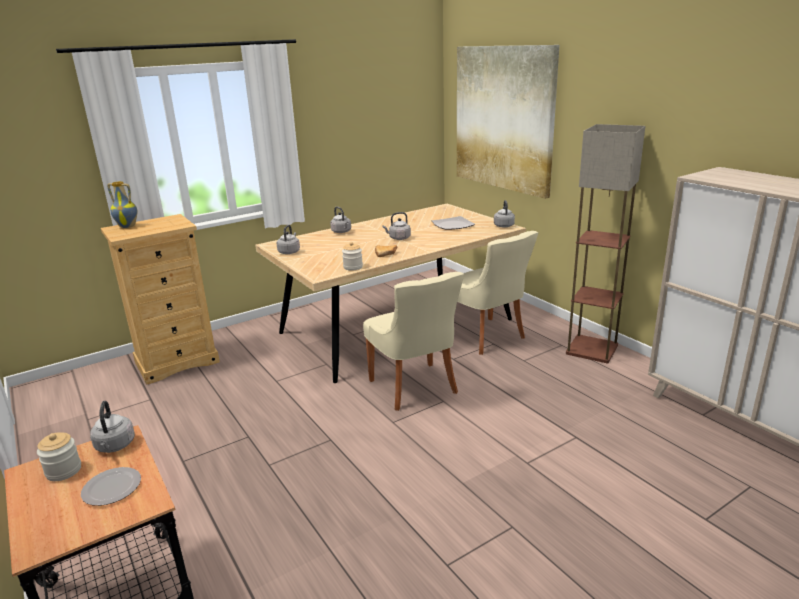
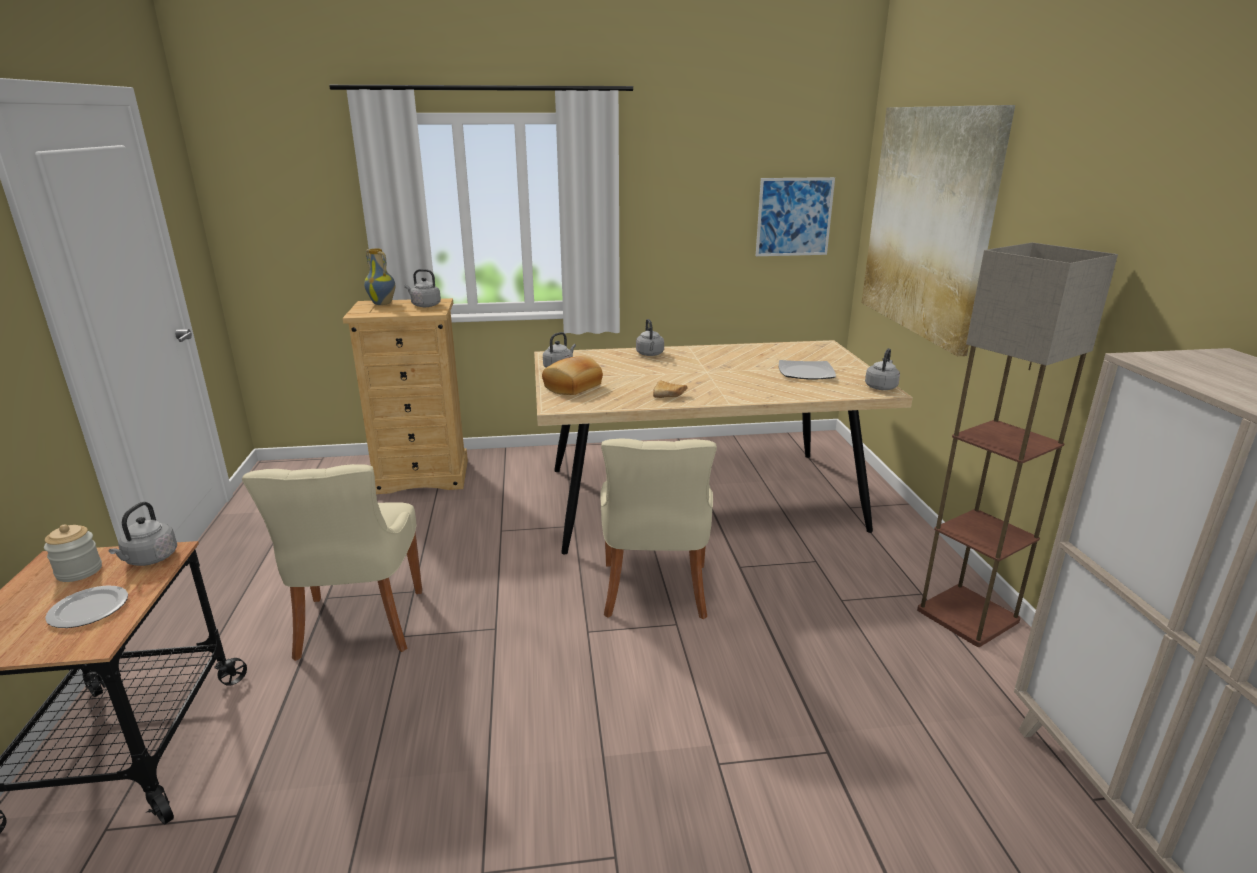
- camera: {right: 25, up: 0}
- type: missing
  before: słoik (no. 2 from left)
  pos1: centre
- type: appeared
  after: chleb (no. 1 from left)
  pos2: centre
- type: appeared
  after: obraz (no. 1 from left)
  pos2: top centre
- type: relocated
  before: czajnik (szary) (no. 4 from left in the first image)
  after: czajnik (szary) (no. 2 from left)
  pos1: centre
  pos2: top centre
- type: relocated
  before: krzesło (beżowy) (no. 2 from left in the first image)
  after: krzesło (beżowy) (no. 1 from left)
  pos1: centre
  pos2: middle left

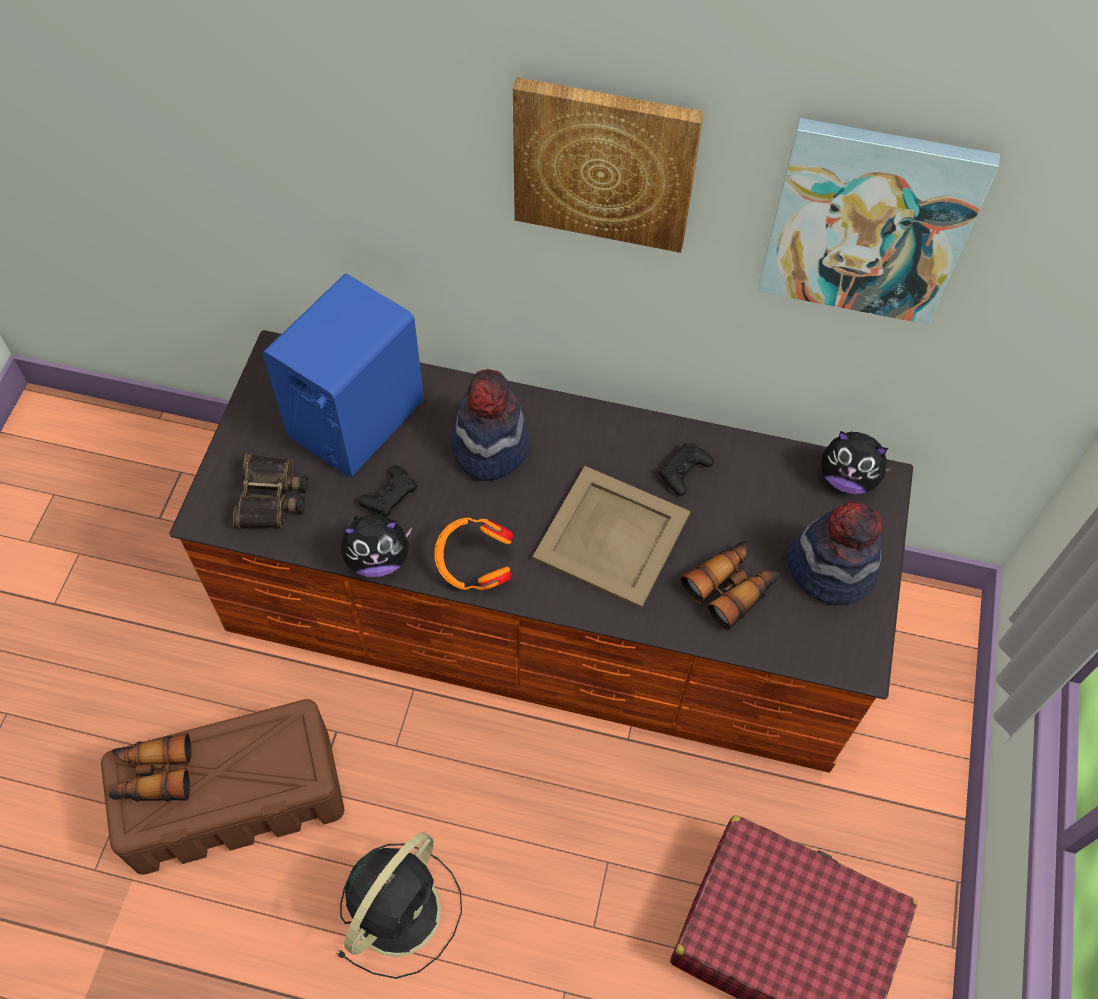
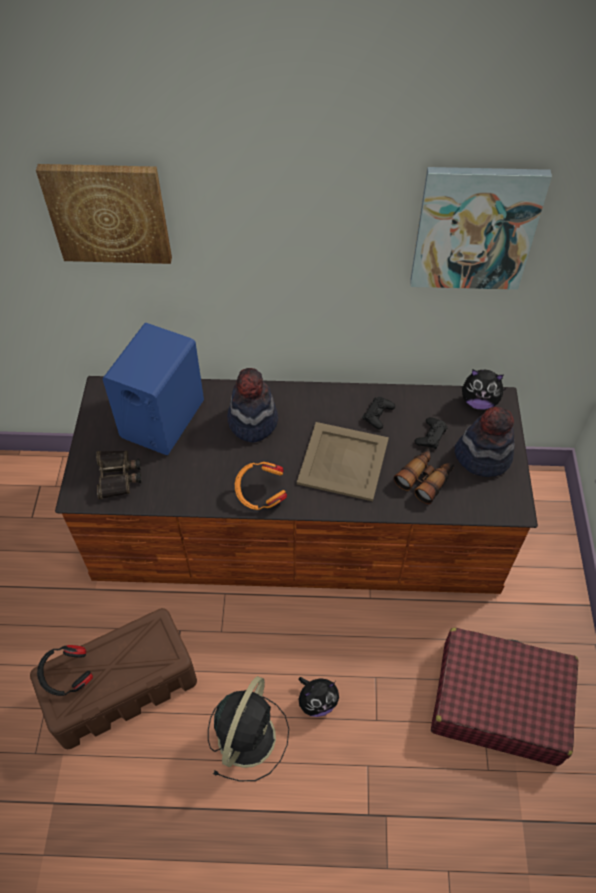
- camera: {right: -10, up: -5}
- type: relocated
  before: pluszak (no. 1 from left)
  pos1: centre
  pos2: bottom centre
- type: relocated
  before: pad do gier (czarny) (no. 1 from left in the first image)
  after: pad do gier (czarny) (no. 2 from left)
  pos1: centre
  pos2: middle right
- type: relocated
  before: obraz (no. 1 from left)
  pos1: top centre
  pos2: top left
- type: exchanged
  before: lornetka (no. 1 from left)
  after: słuchawki (czarny)
  pos1: bottom left
  pos2: bottom left

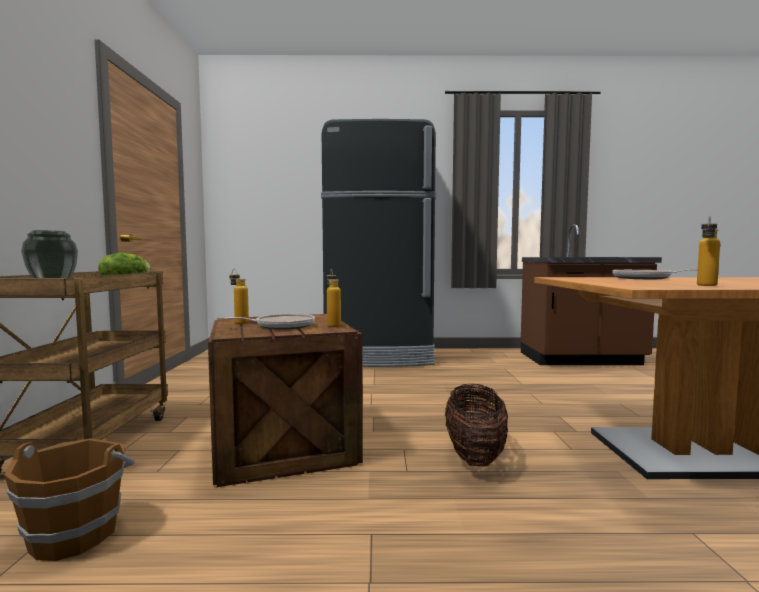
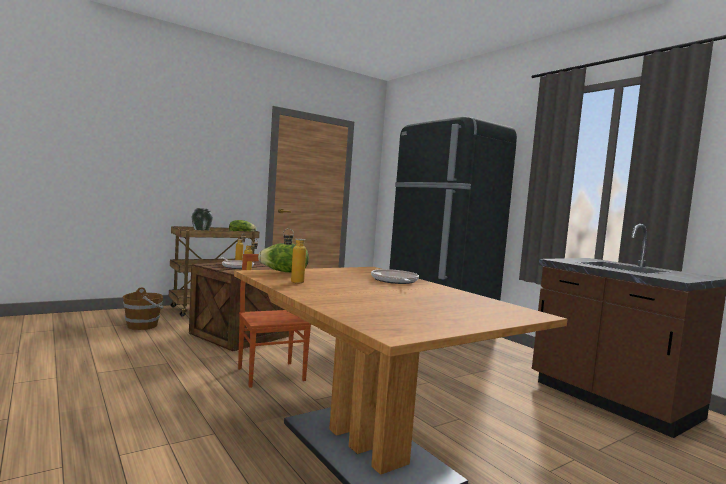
- camera: {right: 55, up: 0}
- type: appeared
  after: sałata (no. 2 from left)
  pos2: centre
- type: exchanged
  before: koszyk
  after: krzesło (brązowy)
  pos1: bottom centre
  pos2: centre

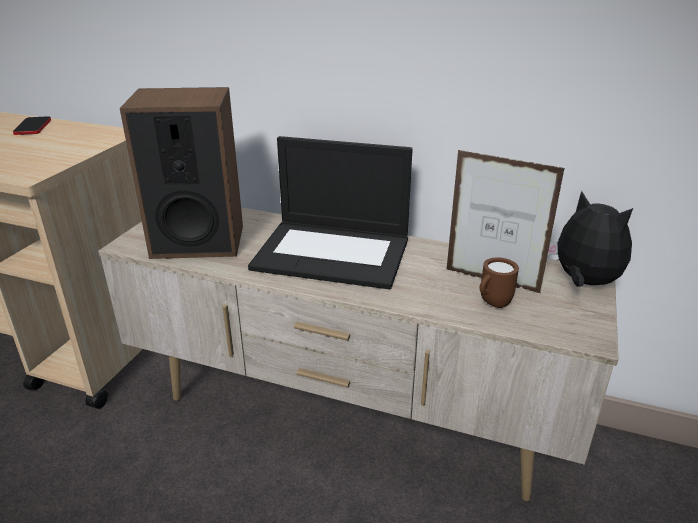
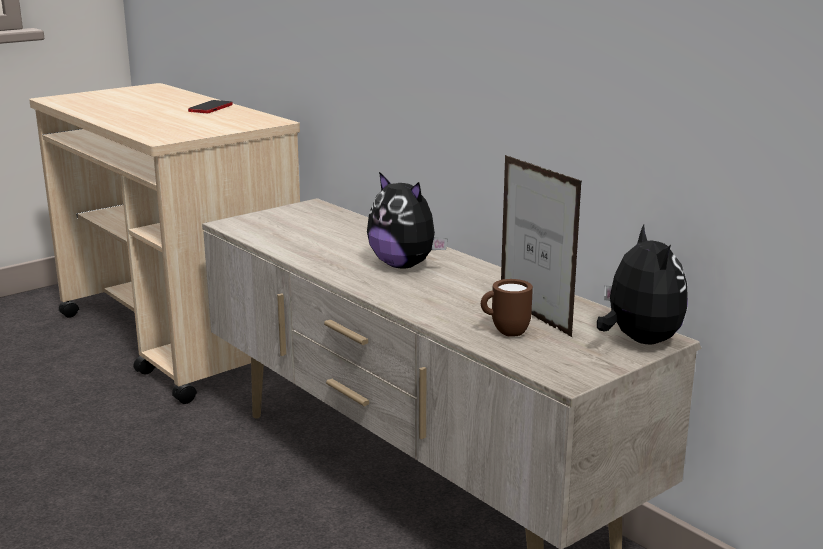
- camera: {right: 30, up: -10}
- type: missing
  before: głośnik
  pos1: top left
- type: exchanged
  before: laptop
  after: pluszak (no. 1 from left)
  pos1: centre
  pos2: centre

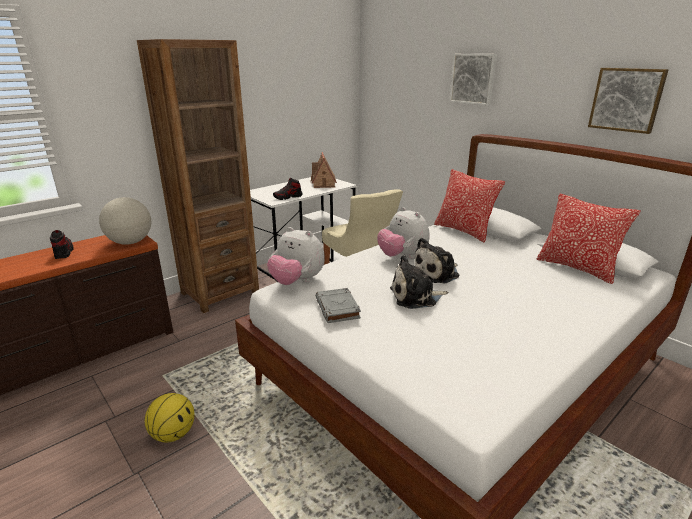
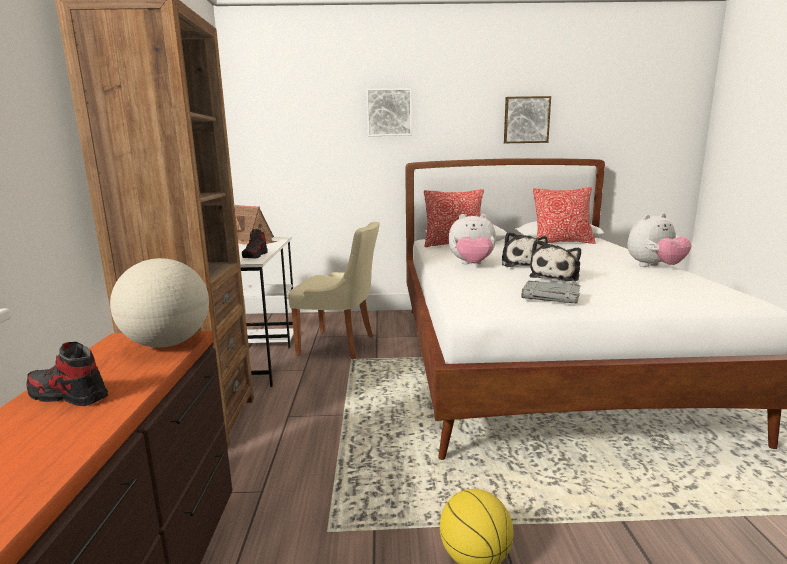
- camera: {right: -50, up: -10}
- type: relocated
  before: pluszak (no. 1 from left in the first image)
  after: pluszak (no. 4 from left)
  pos1: centre
  pos2: middle right

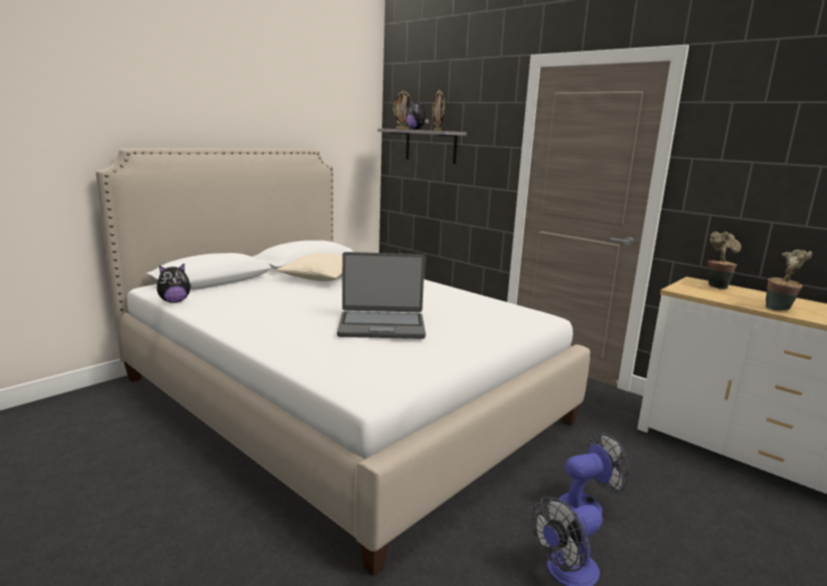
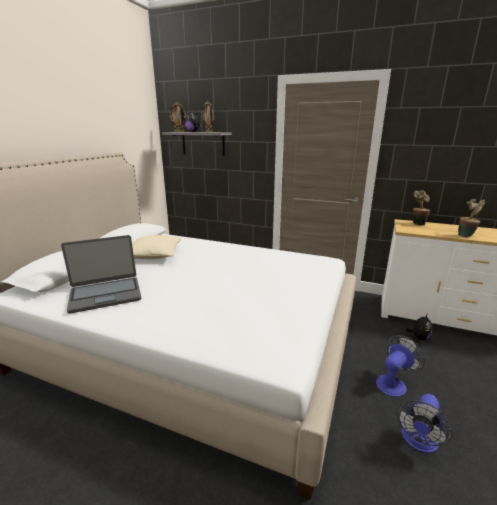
- camera: {right: -20, up: 5}
- type: relocated
  before: pluszak (no. 1 from left in the first image)
  after: pluszak (no. 2 from left)
  pos1: middle left
  pos2: middle right
- type: relocated
  before: laptop
  pos1: centre
  pos2: middle left

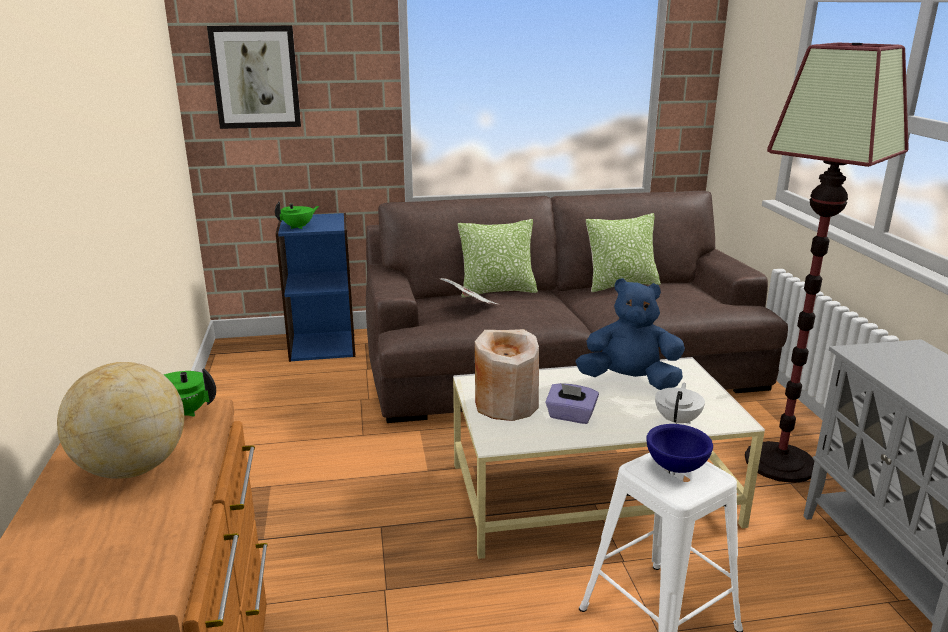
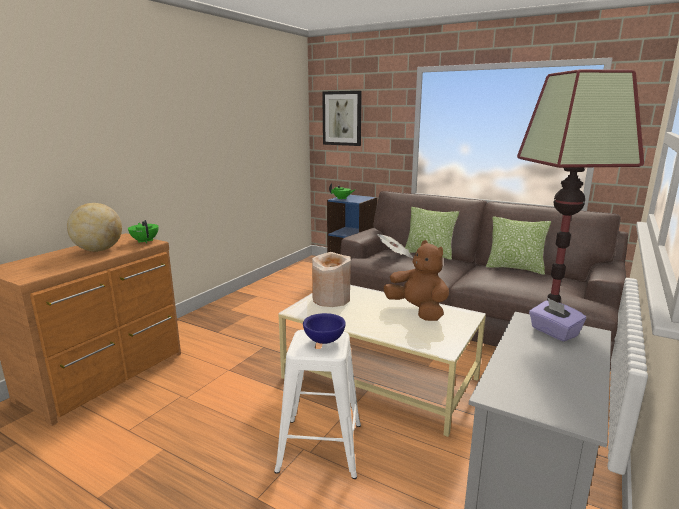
- camera: {right: 40, up: -5}
- type: missing
  before: imbryk (biały)
  pos1: middle right
- type: relocated
  before: pudełko chusteczek (fioletowy)
  pos1: centre
  pos2: middle right
- type: colour
  before: pluszak (niebieski)
  after: pluszak (brązowy)
  pos1: centre
  pos2: centre

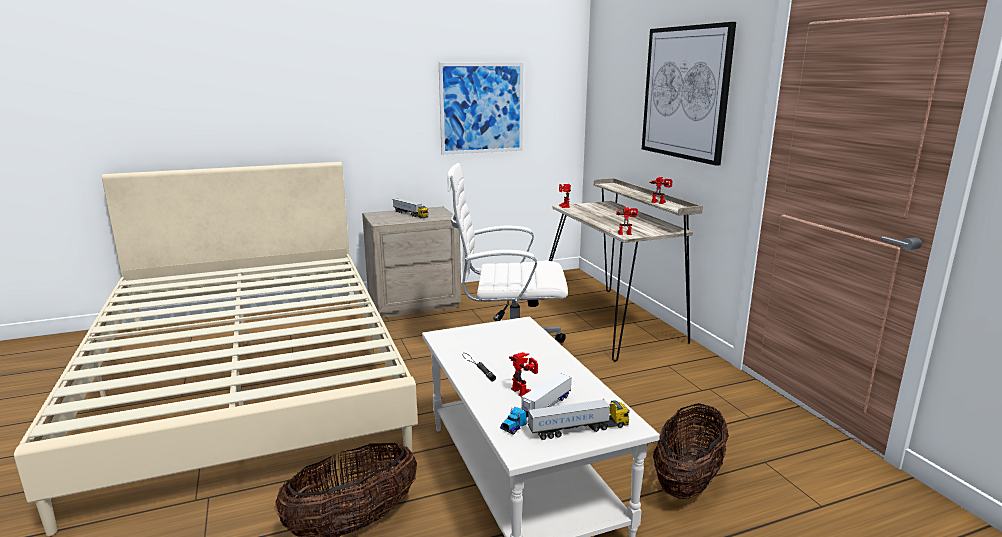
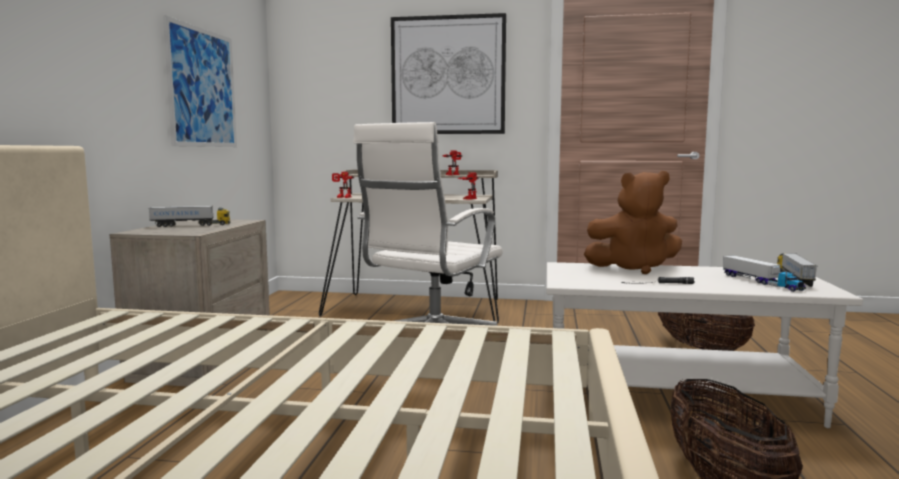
- camera: {right: -60, up: -10}
- type: missing
  before: robot zabawkowy (no. 1 from left)
  pos1: bottom centre
- type: appeared
  after: pluszak (brązowy)
  pos2: middle right

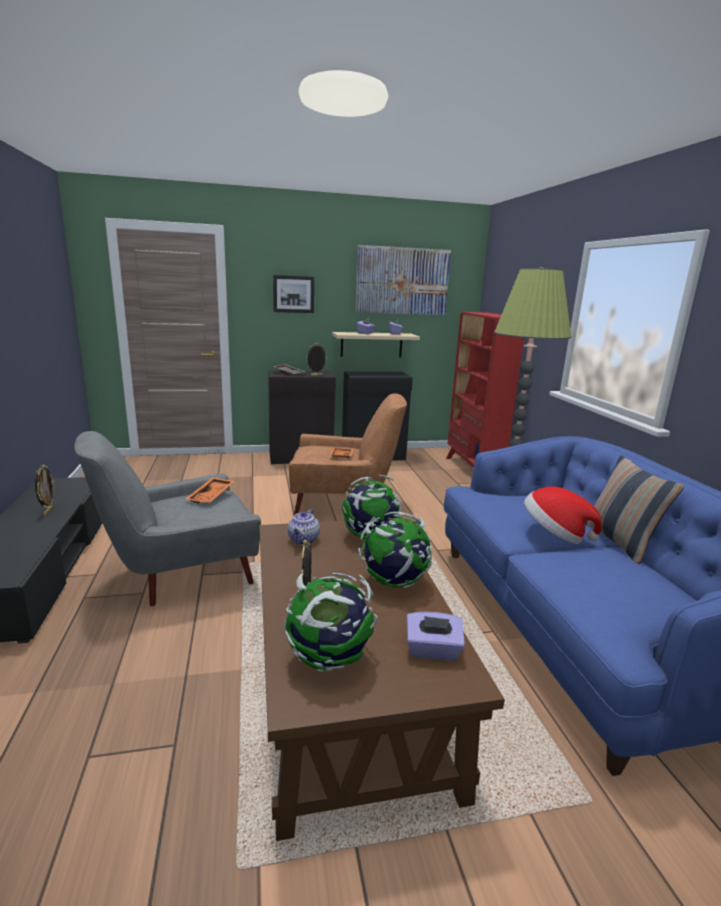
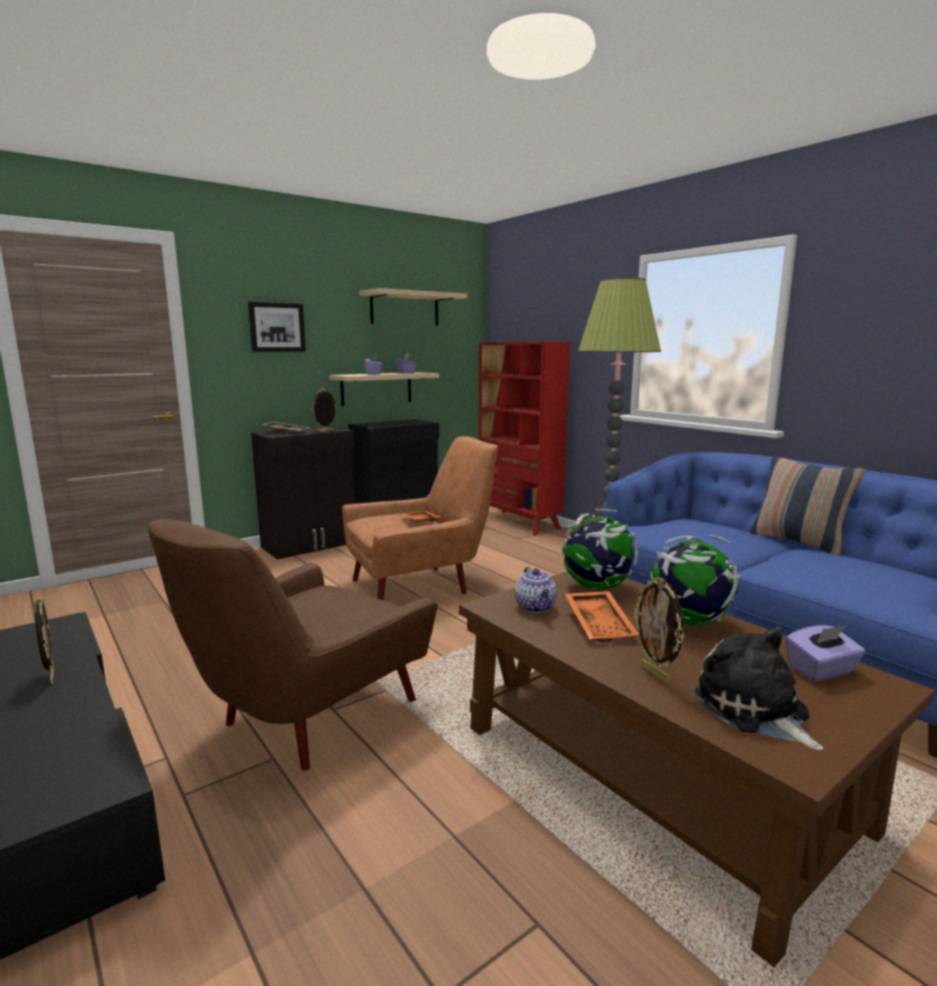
- camera: {right: -25, up: -5}
- type: missing
  before: kapelusz
  pos1: middle right
- type: relocated
  before: taca (pomarańczowy) (no. 1 from left in the first image)
  after: taca (pomarańczowy) (no. 2 from left)
  pos1: middle left
  pos2: centre
- type: exchanged
  before: globus (no. 1 from left)
  after: pluszak
  pos1: bottom centre
  pos2: bottom right
- type: exchanged
  before: obraz (no. 2 from left)
  after: półka (beżowy) (no. 2 from left)
  pos1: top centre
  pos2: top centre
- type: colour
  before: fotel (szary)
  after: fotel (brązowy) (no. 1 from left)
  pos1: middle left
  pos2: middle left

